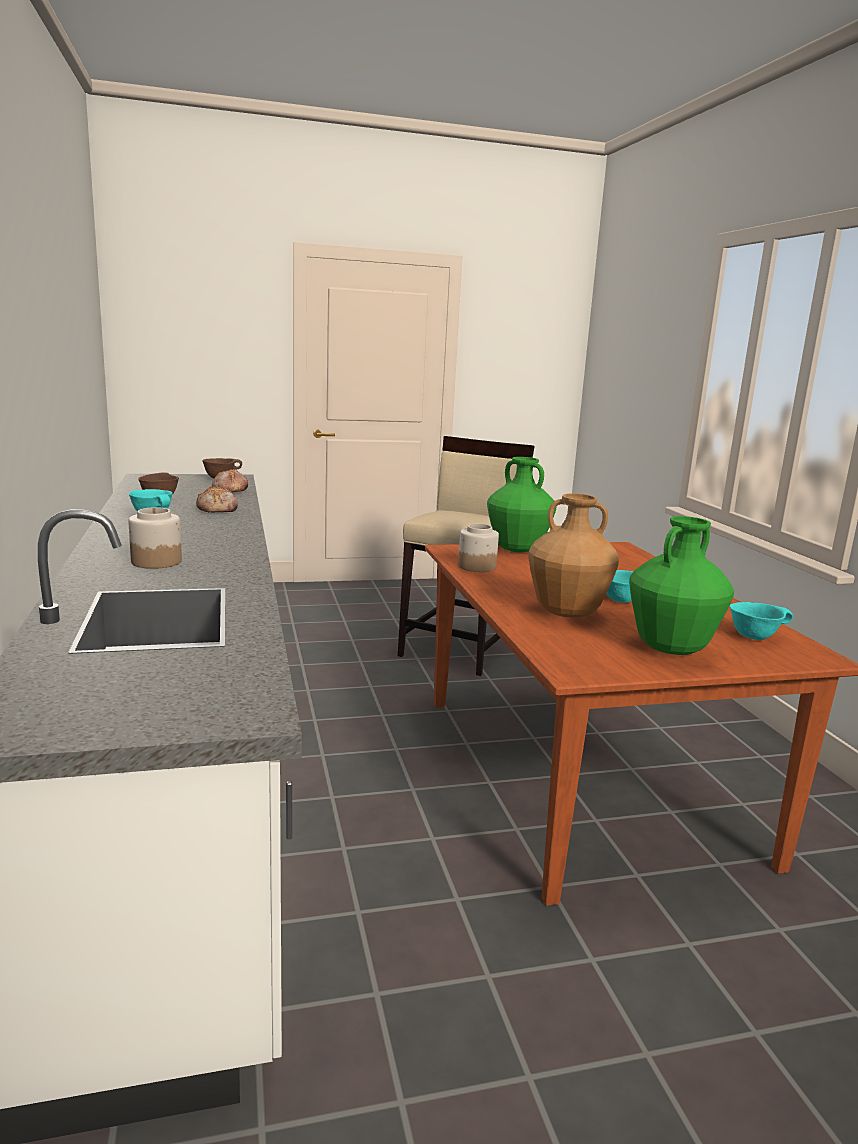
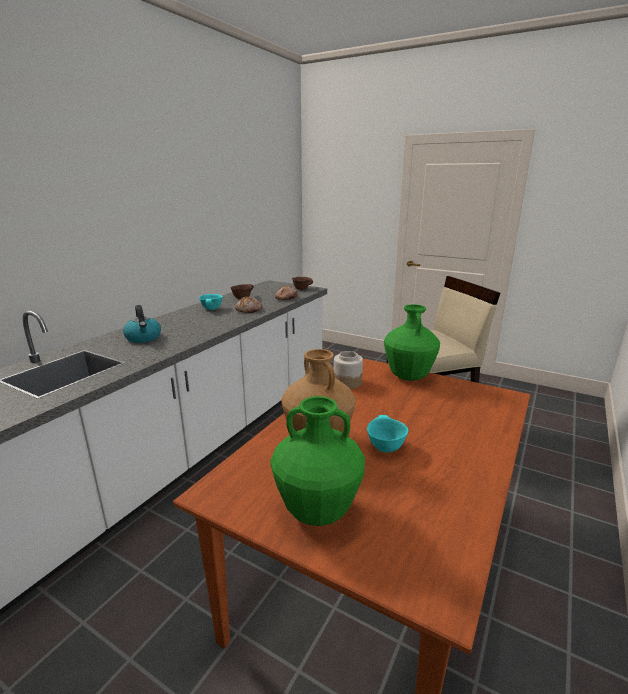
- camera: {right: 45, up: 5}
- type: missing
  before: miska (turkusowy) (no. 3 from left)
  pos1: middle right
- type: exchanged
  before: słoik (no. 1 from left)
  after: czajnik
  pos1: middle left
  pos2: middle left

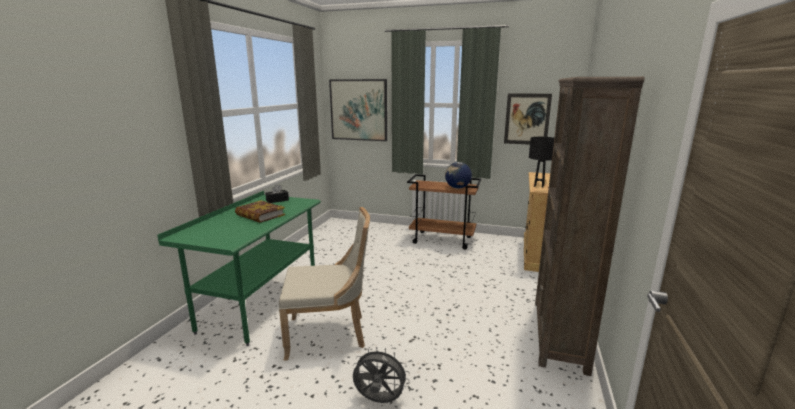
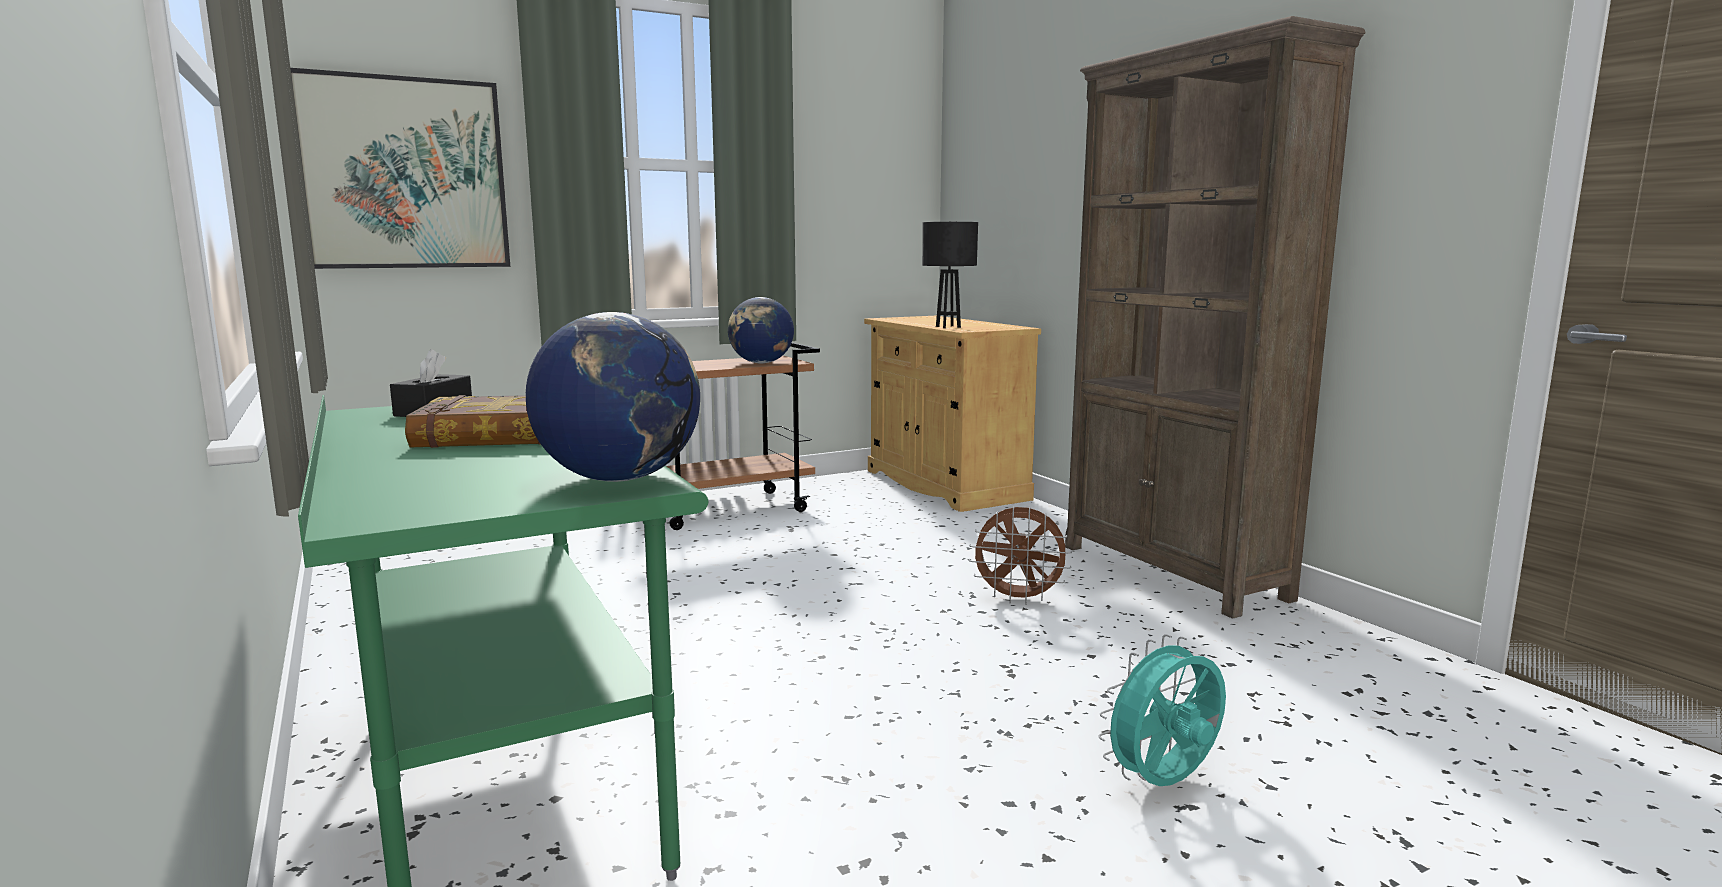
- camera: {right: -45, up: -5}
- type: missing
  before: krzesło (beżowy)
  pos1: bottom centre
- type: missing
  before: obraz (no. 2 from left)
  pos1: top centre
- type: appeared
  after: globus (no. 1 from left)
  pos2: centre
- type: appeared
  after: wentylator (brązowy)
  pos2: centre
- type: colour
  before: wentylator (szary)
  after: wentylator (turkusowy)
  pos1: bottom centre
  pos2: bottom right

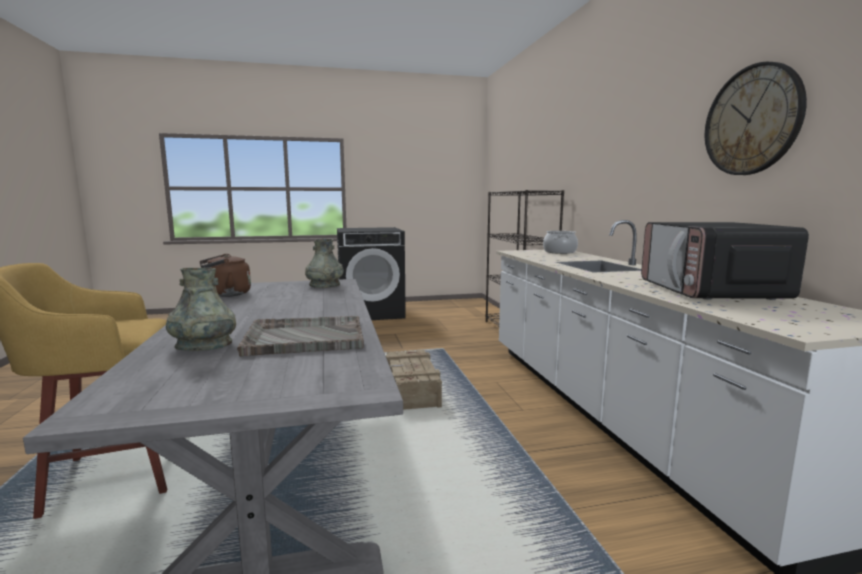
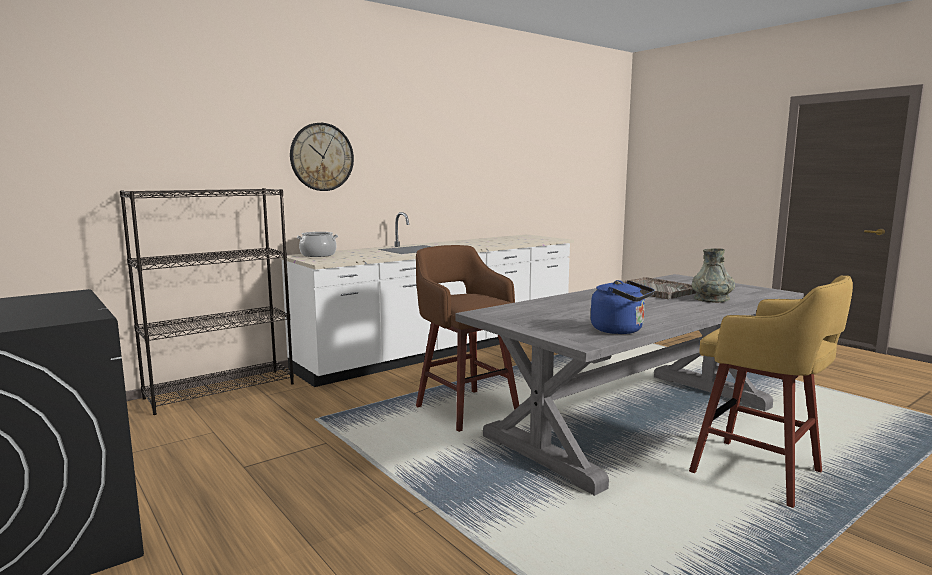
- camera: {right: -115, up: 0}
- type: missing
  before: wazon (szary) (no. 2 from left)
  pos1: centre
- type: missing
  before: mikrofalówka
  pos1: middle right
- type: relocated
  before: zegar ścienny
  pos1: top right
  pos2: top centre
- type: exchanged
  before: skrzynka
  after: stołek (brązowy)
  pos1: centre
  pos2: centre
- type: colour
  before: czajnik (brązowy)
  after: czajnik (niebieski)
  pos1: middle left
  pos2: middle right

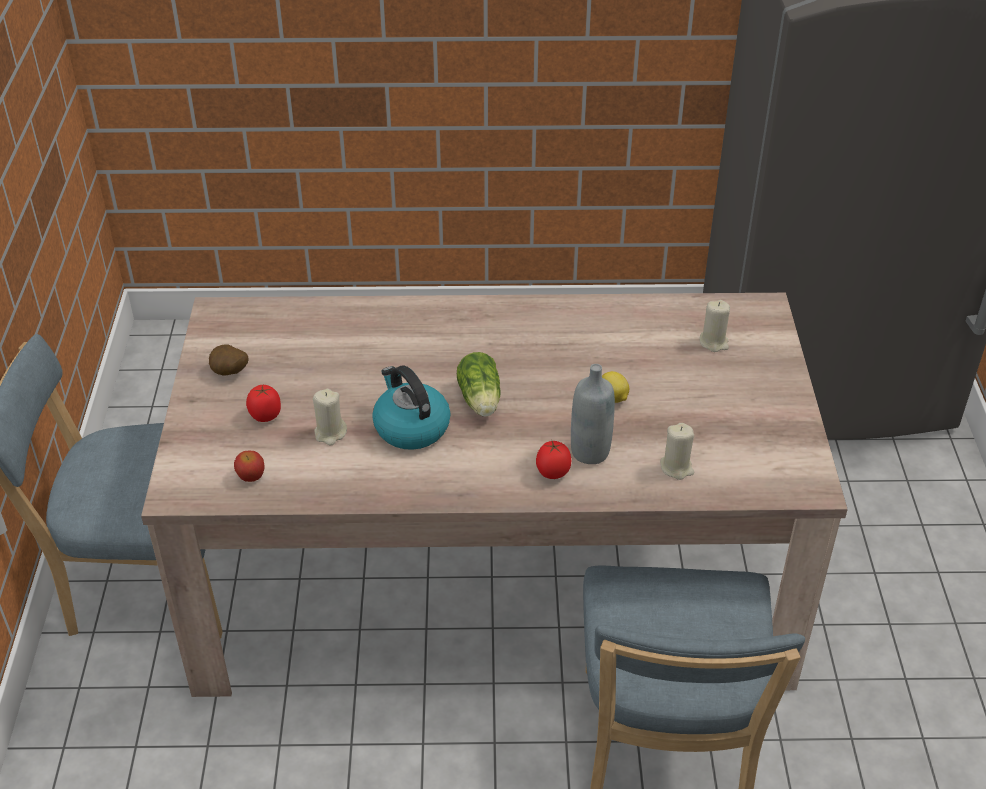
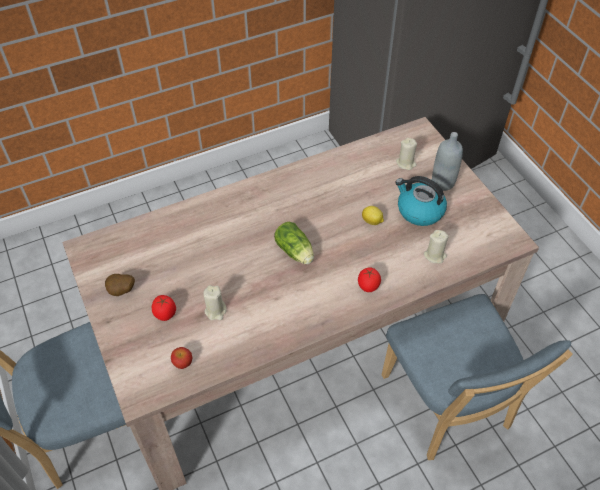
- camera: {right: -25, up: 10}
- type: relocated
  before: czajnik
  pos1: centre
  pos2: middle right
- type: relocated
  before: butelka (szary)
  pos1: centre
  pos2: top right

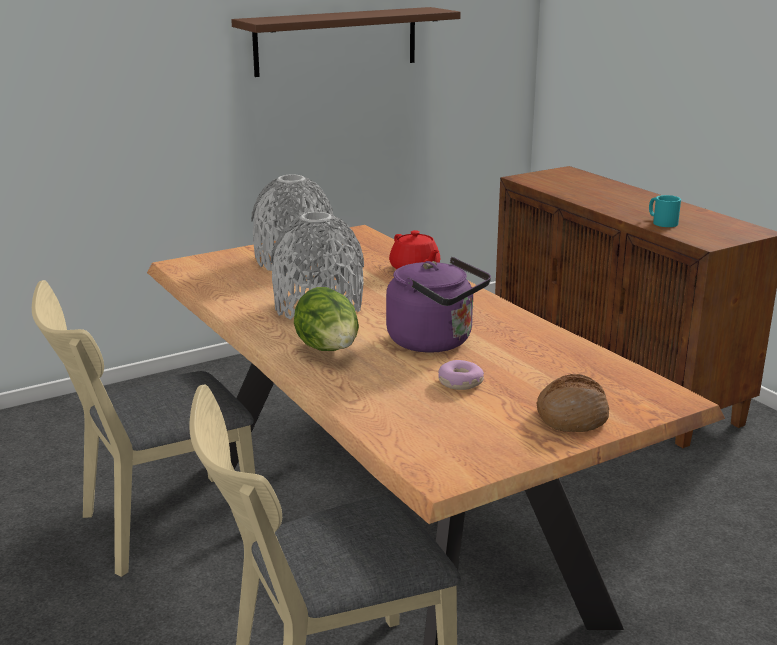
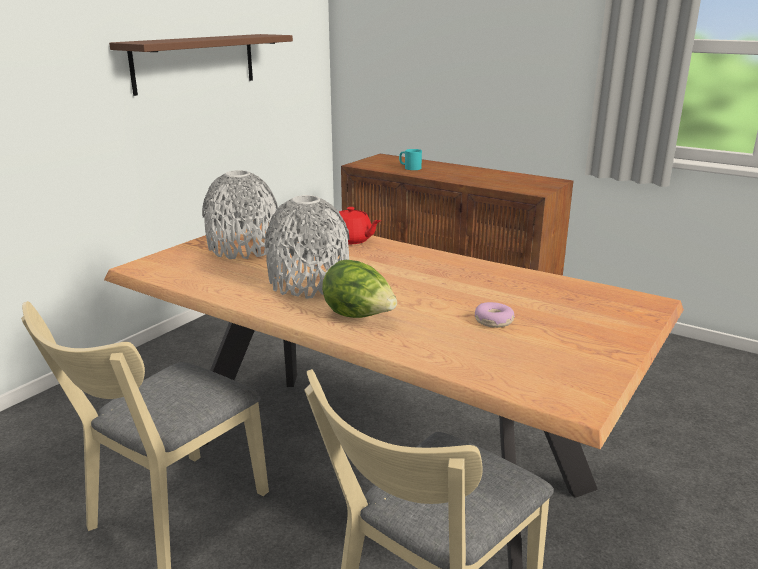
- camera: {right: -25, up: 0}
- type: missing
  before: czajnik (fioletowy)
  pos1: centre
- type: missing
  before: chleb
  pos1: middle right
- type: relocated
  before: kubek (turkusowy)
  pos1: top right
  pos2: top centre

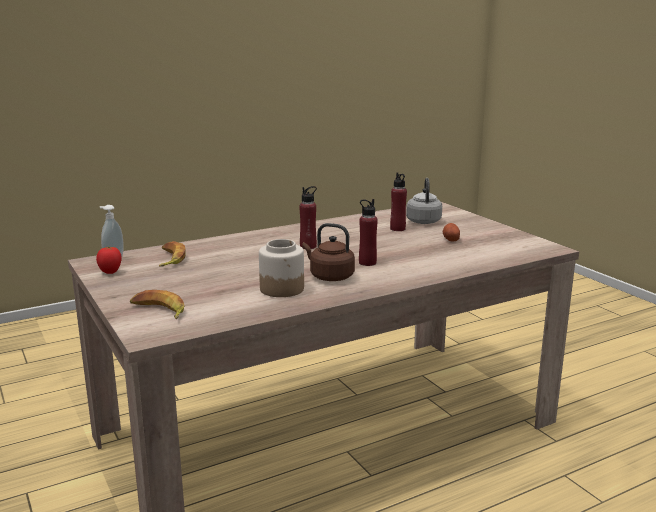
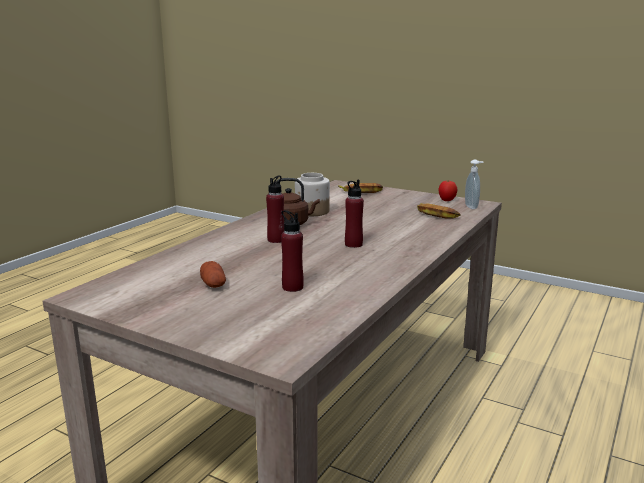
- camera: {right: 150, up: 0}
- type: missing
  before: czajnik (szary)
  pos1: centre

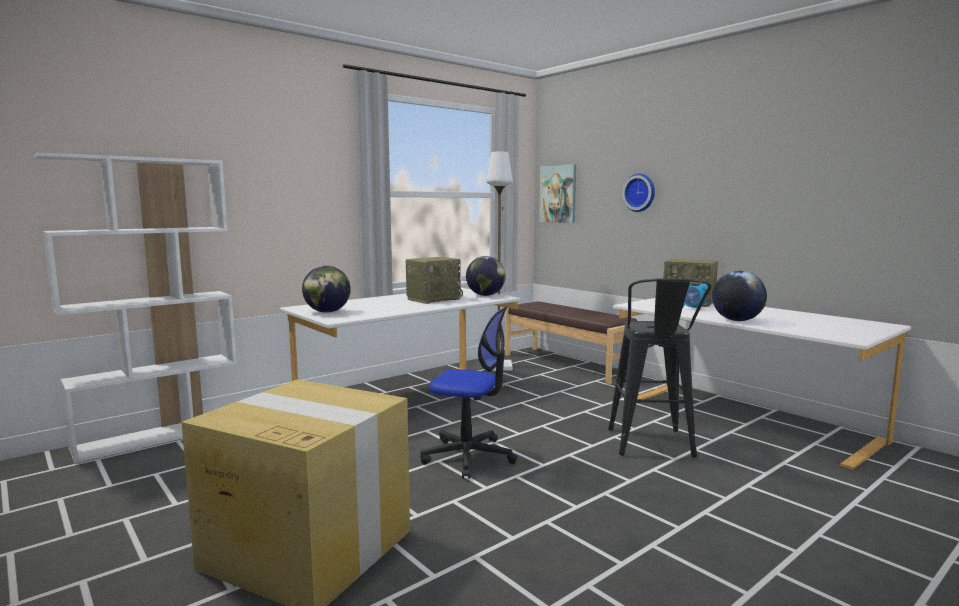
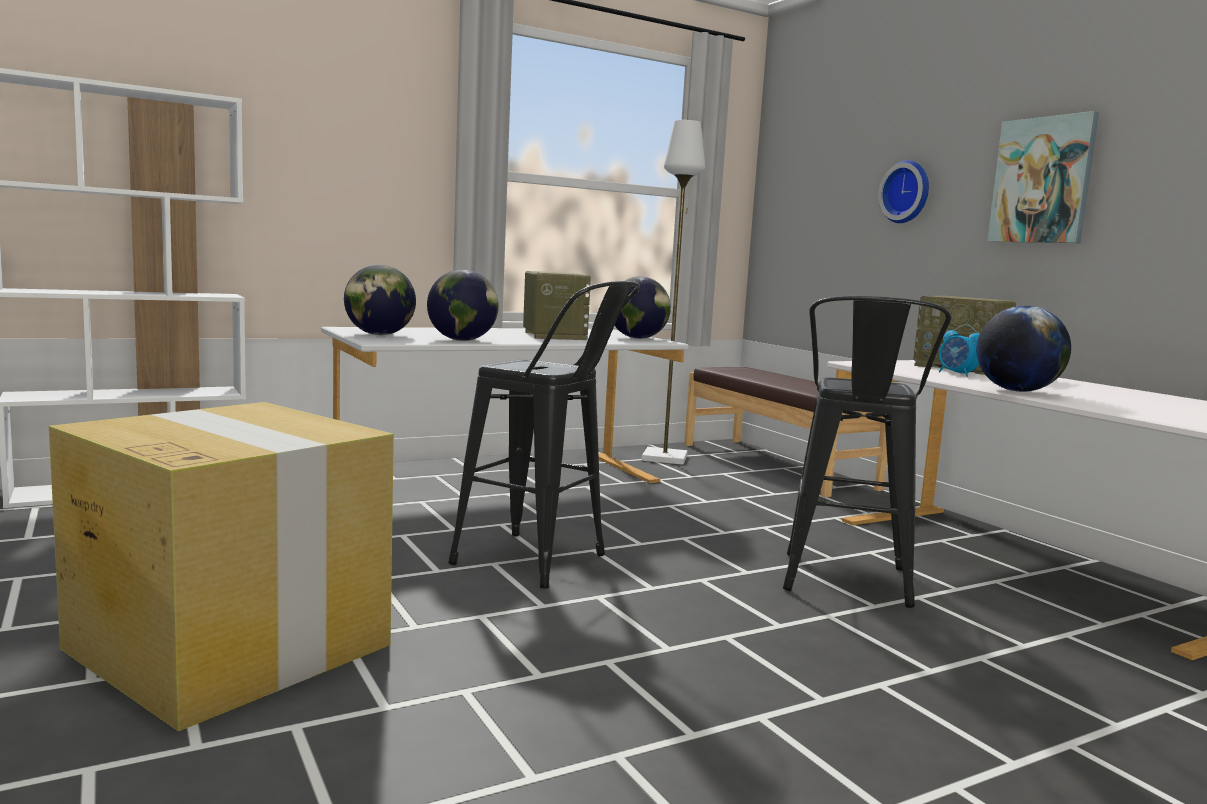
- camera: {right: 10, up: 0}
- type: appeared
  after: globus (no. 2 from left)
  pos2: centre
- type: relocated
  before: obraz
  pos1: top centre
  pos2: top right
- type: exchanged
  before: krzesło biurowe
  after: stołek (czarny) (no. 1 from left)
  pos1: centre
  pos2: centre
- type: spun
  before: radio (no. 1 from left)
  pos1: centre
  pos2: centre
  turn: -75

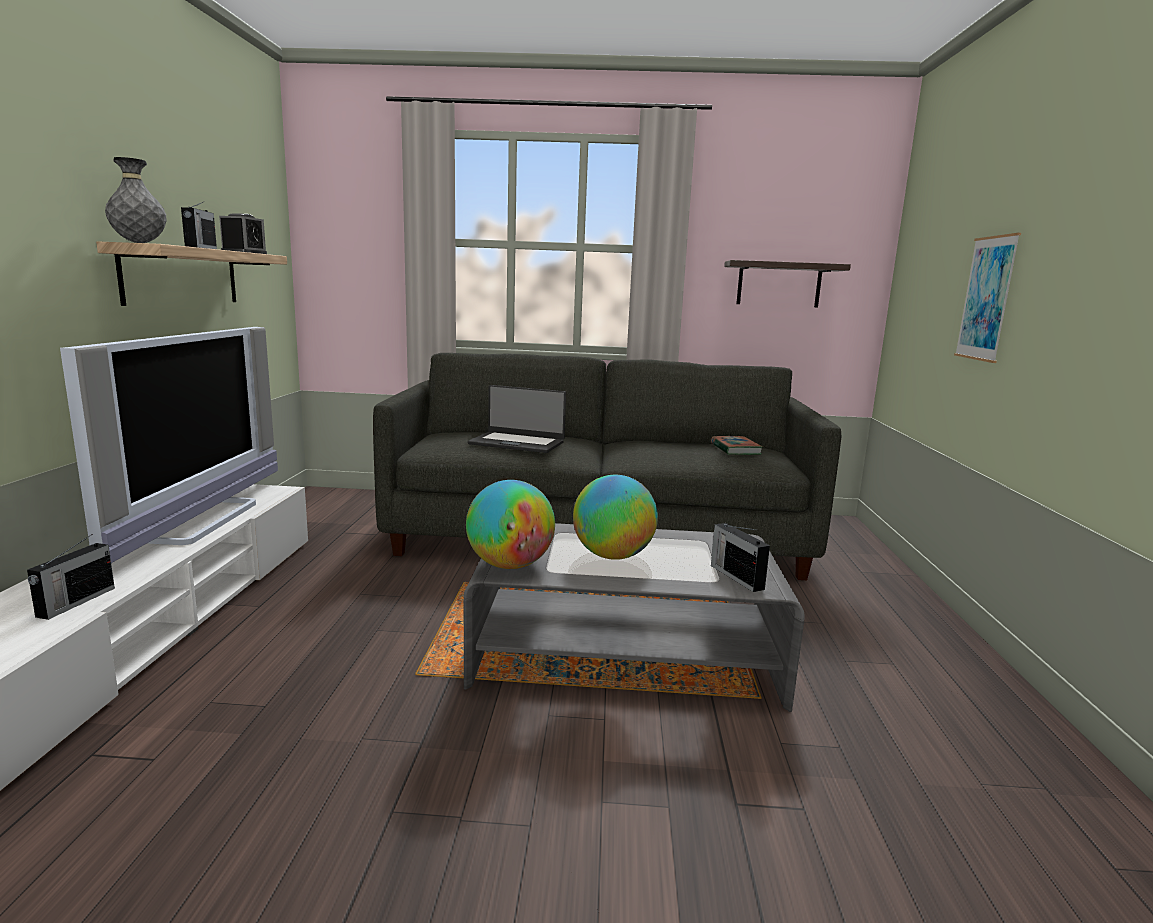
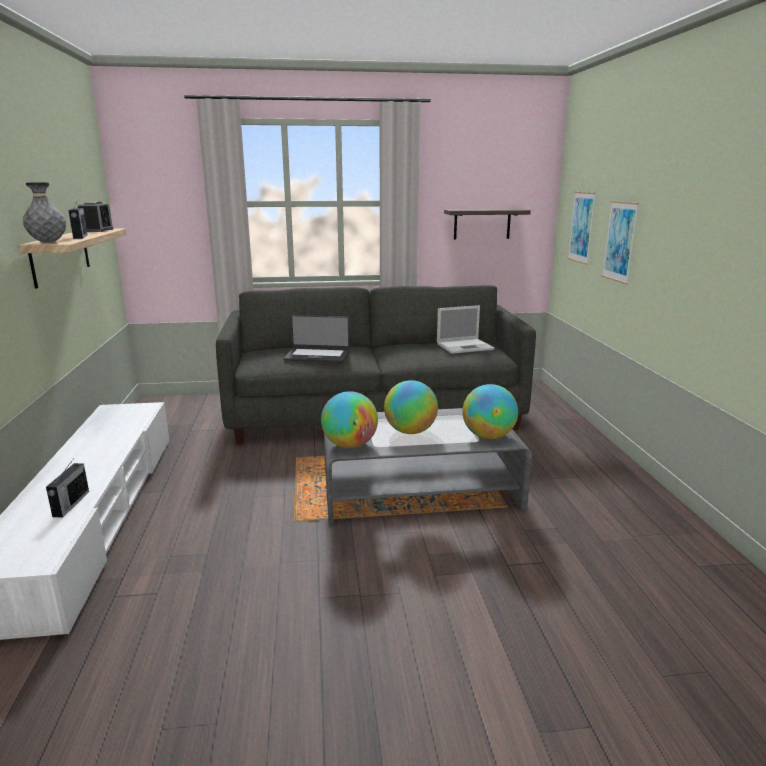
- camera: {right: -10, up: 5}
- type: missing
  before: telewizor
  pos1: middle left
- type: appeared
  after: obraz (no. 1 from left)
  pos2: top right
- type: exchanged
  before: książka
  after: laptop (no. 2 from left)
  pos1: centre
  pos2: centre
- type: exchanged
  before: radio (no. 3 from left)
  after: globus (no. 3 from left)
  pos1: centre
  pos2: centre

